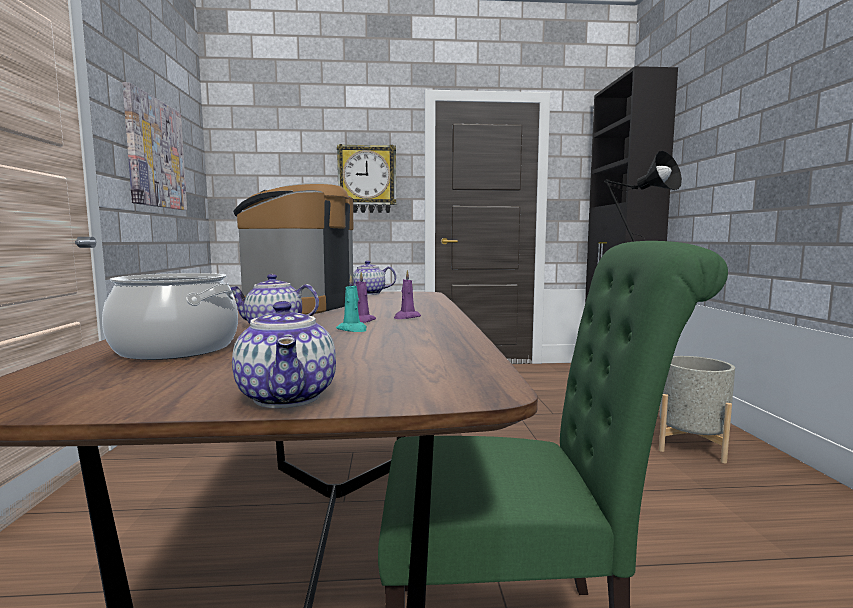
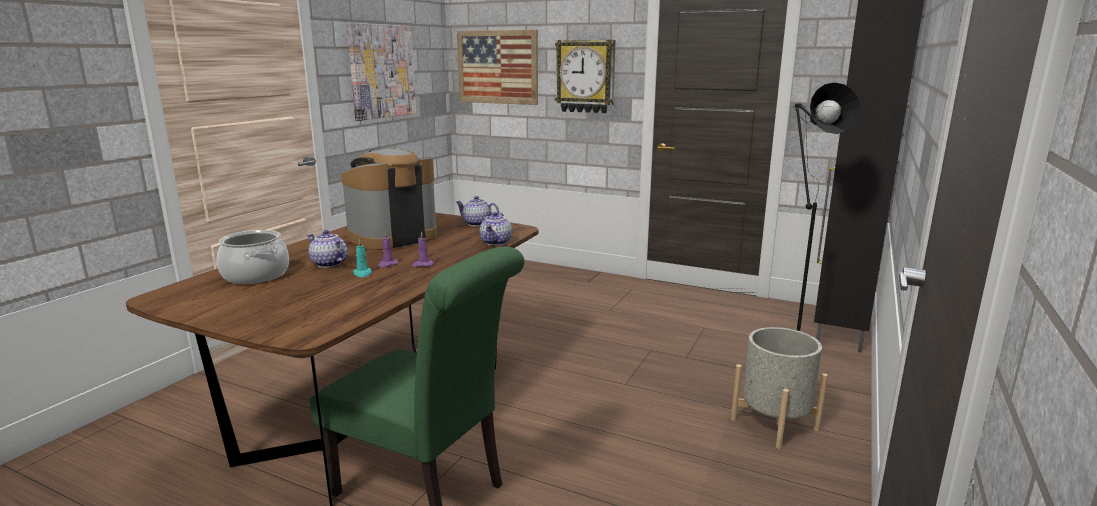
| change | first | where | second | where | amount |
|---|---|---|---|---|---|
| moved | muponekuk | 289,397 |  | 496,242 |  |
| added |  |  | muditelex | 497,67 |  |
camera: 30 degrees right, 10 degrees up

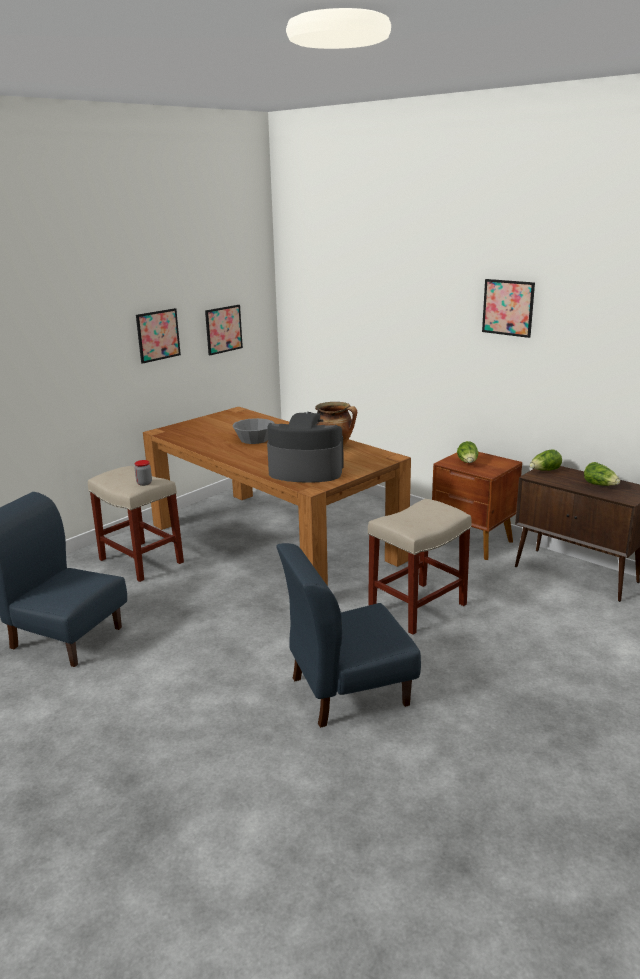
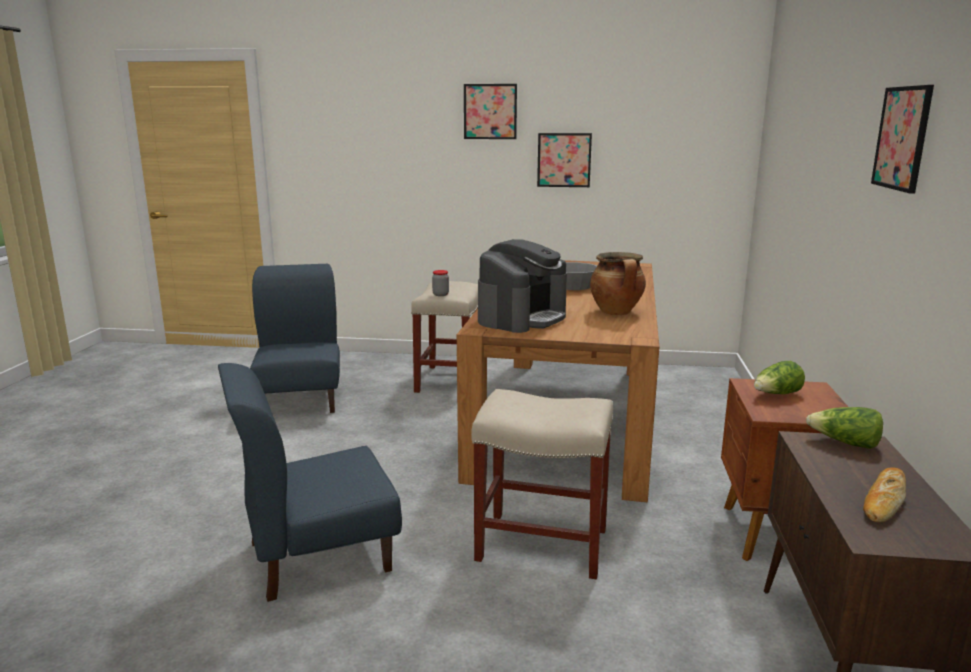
| change | first | where | second | where | amount |
|---|---|---|---|---|---|
| moved | muditelex | 223,329 |  | 490,111 |  |
| turned | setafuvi | 305,471 |  | 522,318 | 60 degrees clockwise |
| turned | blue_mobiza | 348,691 |  | 318,555 | 60 degrees counterclockwise |
| replaced | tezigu | 600,485 | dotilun | 884,500 |  |
camera: 55 degrees right, 5 degrees down

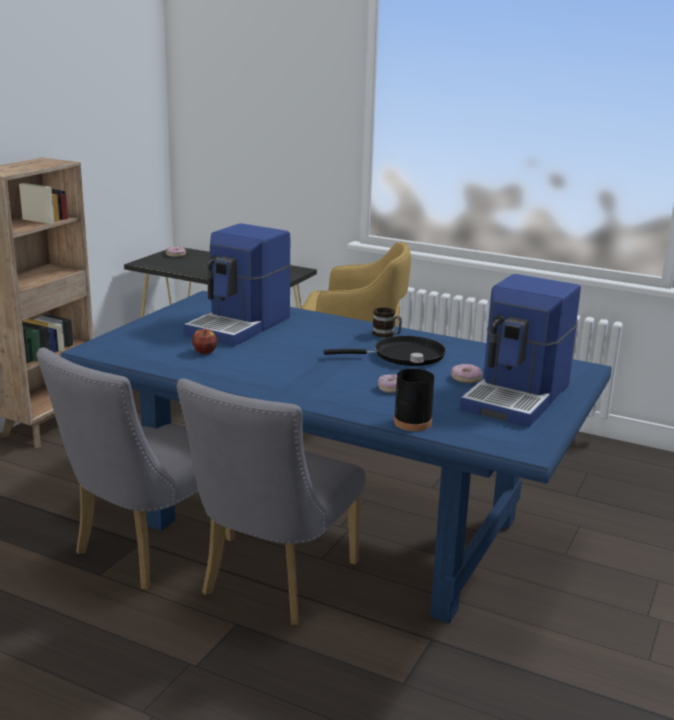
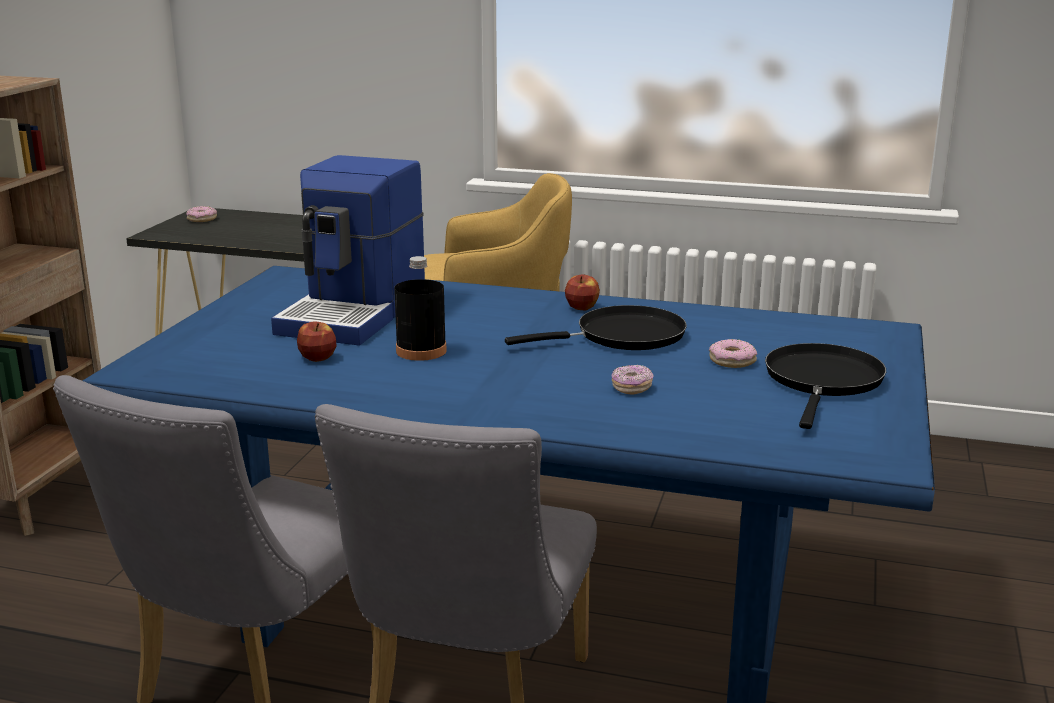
| change | first | where | second | where | amount |
|---|---|---|---|---|---|
| replaced | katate | 387,335 | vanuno | 582,307 |  |
| moved | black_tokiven | 412,422 |  | 421,351 |  |
| replaced | setafuvi | 518,397 | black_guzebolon | 822,381 |  |
camera: 10 degrees left, 0 degrees up

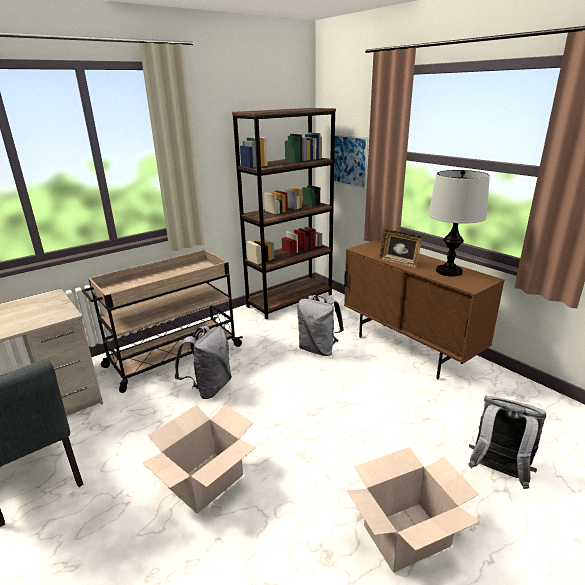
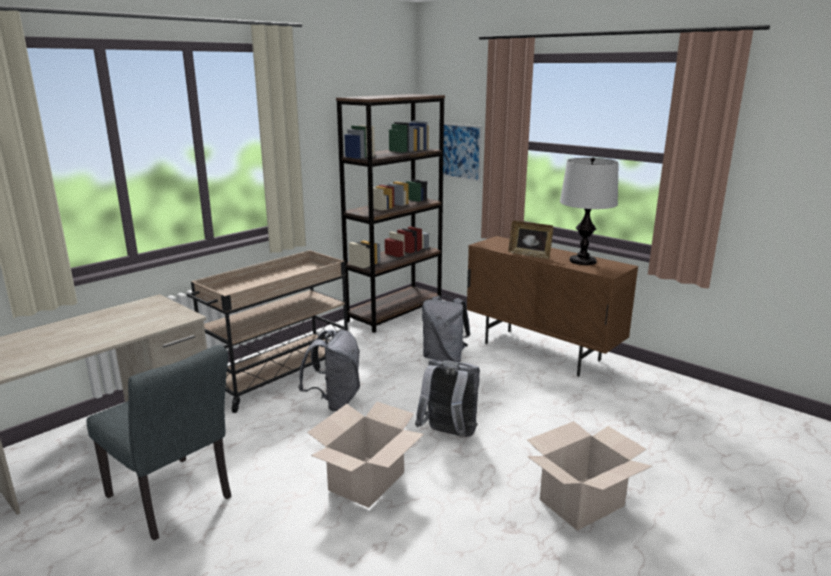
| change | first | where | second | where | amount |
|---|---|---|---|---|---|
| moved | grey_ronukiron | 497,472 |  | 448,435 |  |
camera: 10 degrees left, 5 degrees down

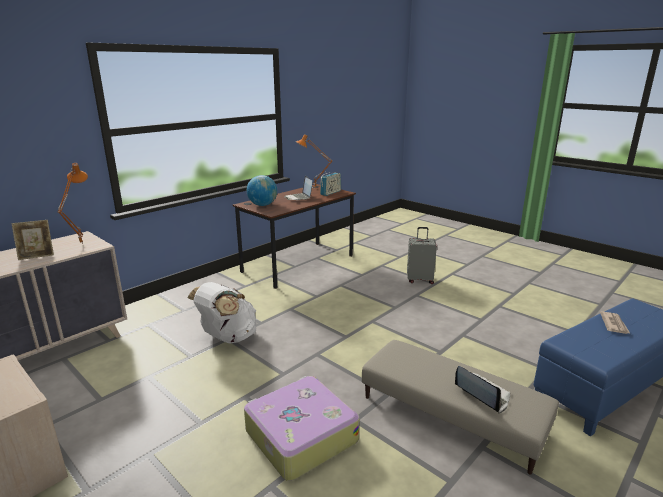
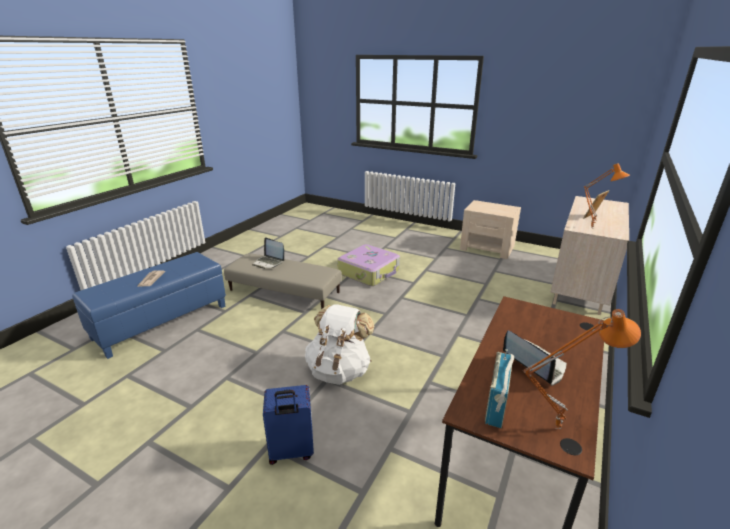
| change | first | where | second | where | amount |
|---|---|---|---|---|---|
| moved | white_ronukiron | 227,338 |  | 339,370 |  |
| removed | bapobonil | 262,205 |  |  |  |
| recoloured | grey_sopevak | 420,280 | blue_sopevak | 291,452 |  |
camera: 165 degrees right, 5 degrees up

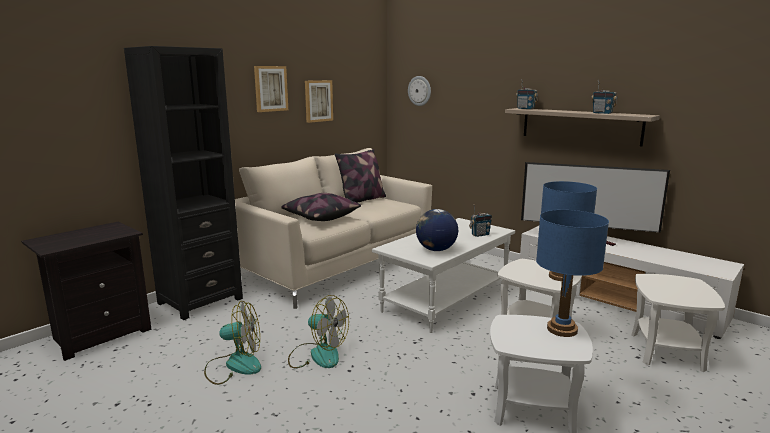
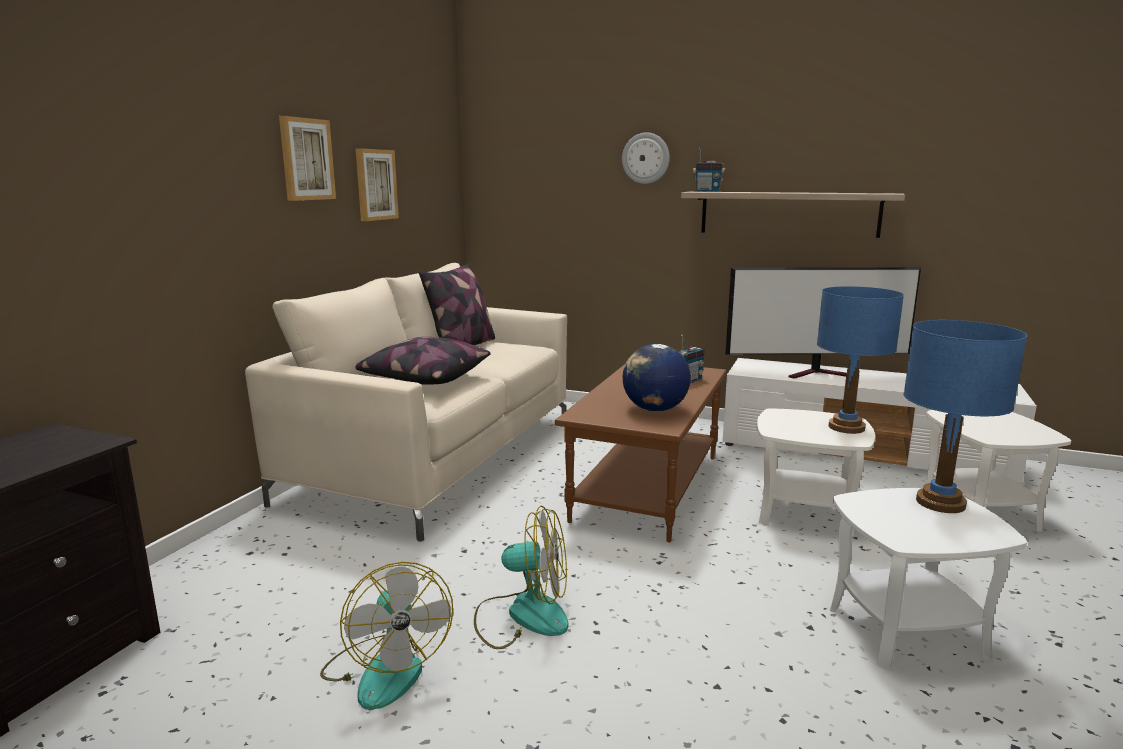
| change | first | where | second | where | amount |
|---|---|---|---|---|---|
| removed | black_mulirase | 200,301 |  |  |  |
| turned | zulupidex | 234,365 |  | 386,669 | 90 degrees clockwise |
| recoloured | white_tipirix | 445,299 | brown_tipirix | 646,486 |  |
| moved | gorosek | 419,91 |  | 645,158 |  |
| removed | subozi | 602,113 |  |  |  |
camera: 20 degrees left, 0 degrees up

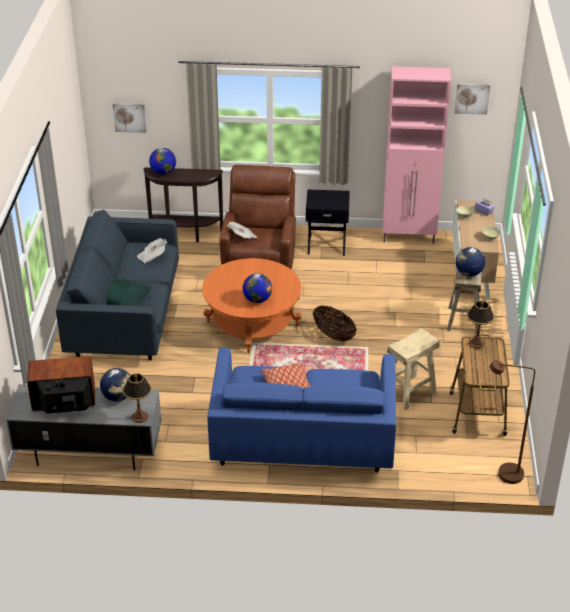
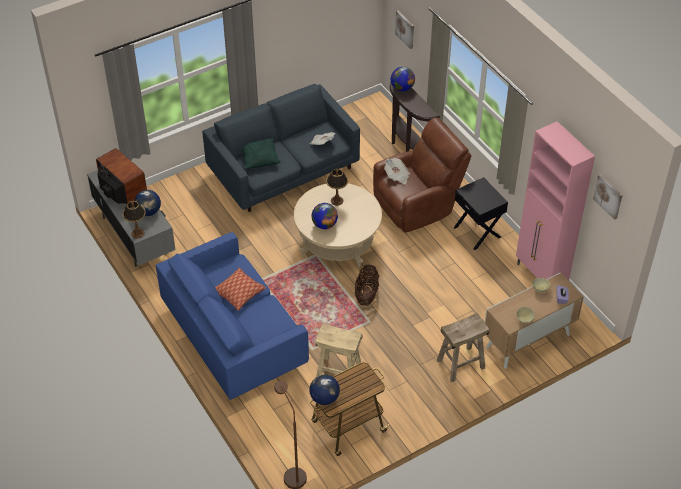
| change | first | where | second | where | amount |
|---|---|---|---|---|---|
| recoloured | orange_tipirix | 252,323 | beige_tipirix | 337,242 |  |
| moved | bapobonil | 468,273 |  | 324,398 |  |
| moved | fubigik | 477,343 |  | 337,201 |  |
camera: 55 degrees right, 10 degrees up

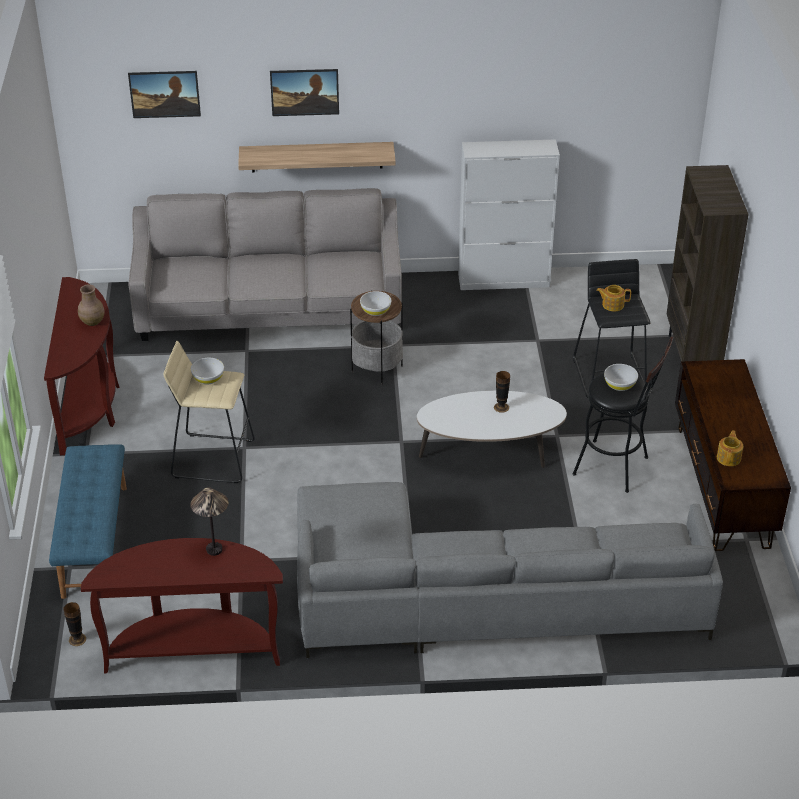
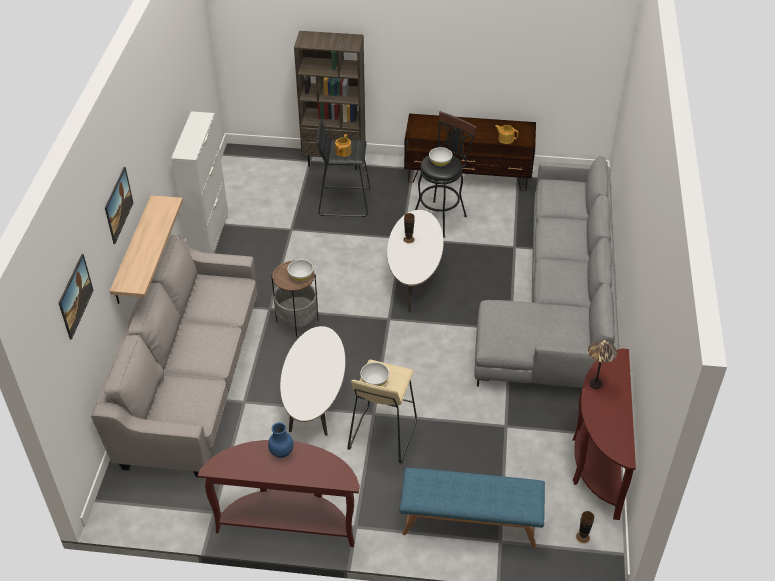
| change | first | where | second | where | amount |
|---|---|---|---|---|---|
| recoloured | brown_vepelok | 92,321 | blue_vepelok | 281,452 |  |
| added |  |  | white_tipirix | 315,400 |  |
camera: 80 degrees left, 5 degrees up

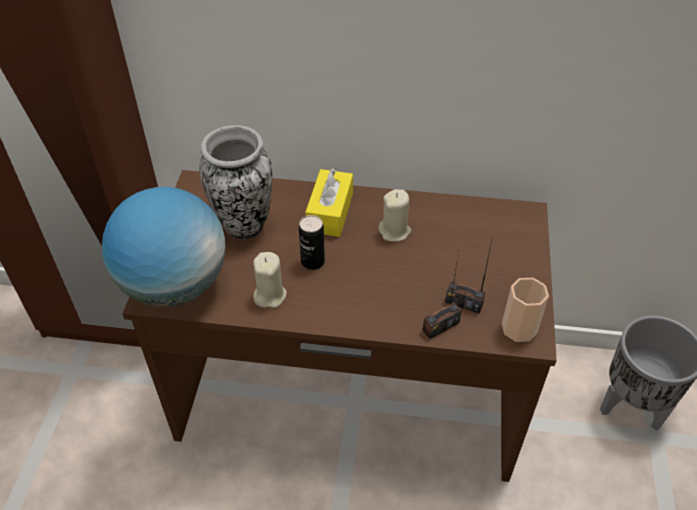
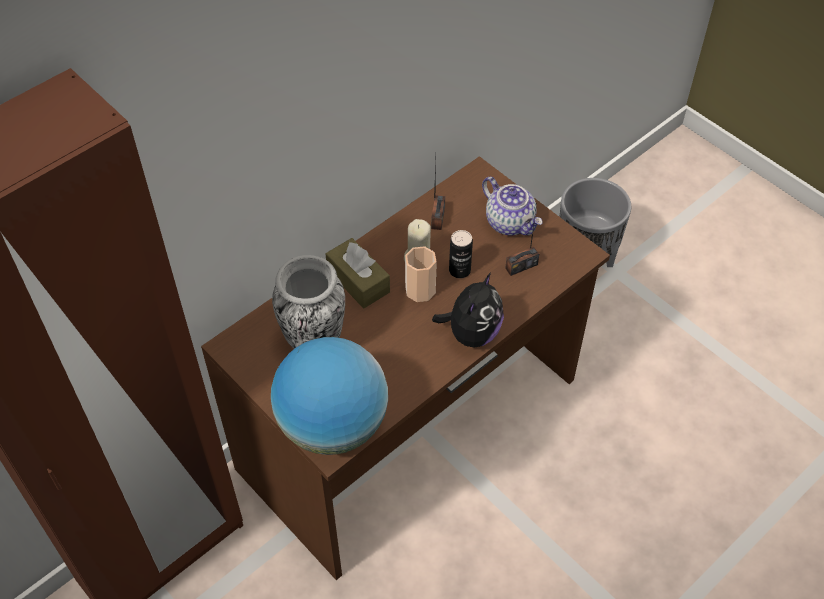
| change | first | where | second | where | amount |
|---|---|---|---|---|---|
| removed | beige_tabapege | 269,295 |  |  |  |
| moved | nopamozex | 313,261 |  | 459,270 |  |
| recoloured | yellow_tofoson | 330,212 | brown_tofoson | 358,281 |  |
| moved | subozi | 440,326 |  | 437,218 |  |
| moved | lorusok | 519,328 |  | 420,290 |  |
| added |  |  | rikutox | 471,333 |  |
| added |  |  | muponekuk | 510,222 |  |
camera: 50 degrees left, 5 degrees up

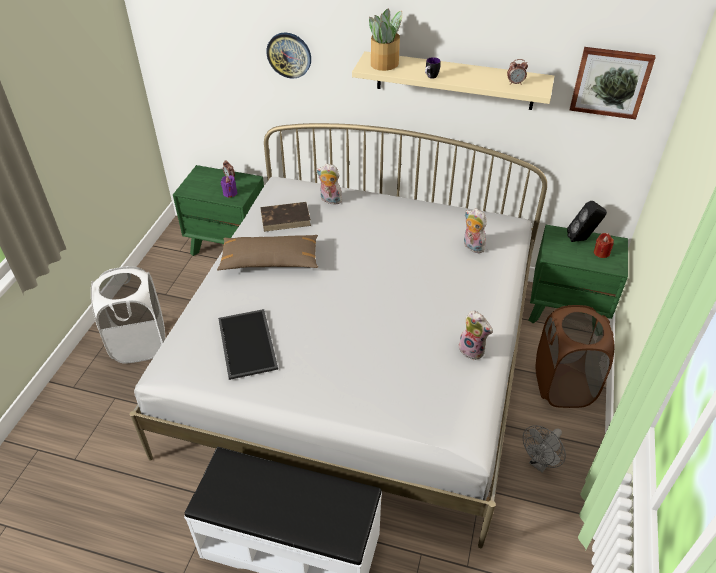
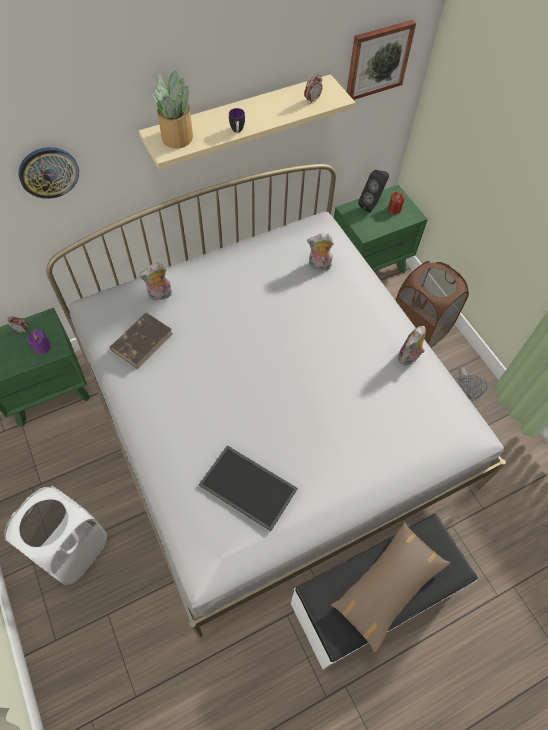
| change | first | where | second | where | amount |
|---|---|---|---|---|---|
| moved | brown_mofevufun | 270,260 |  | 388,586 |  |
| turned | rikutox | 473,350 |  | 408,358 | 135 degrees clockwise |
camera: 45 degrees left, 15 degrees up

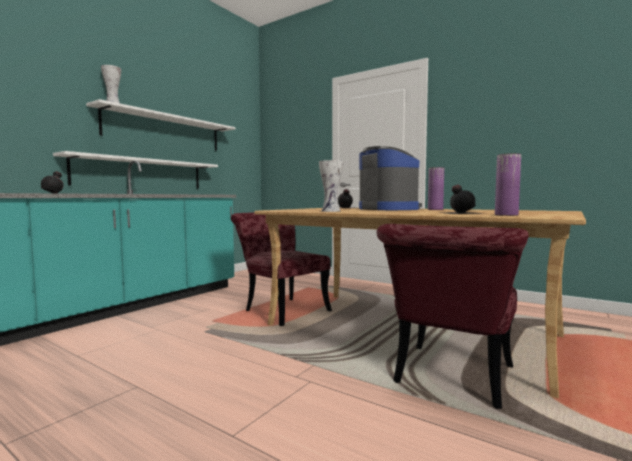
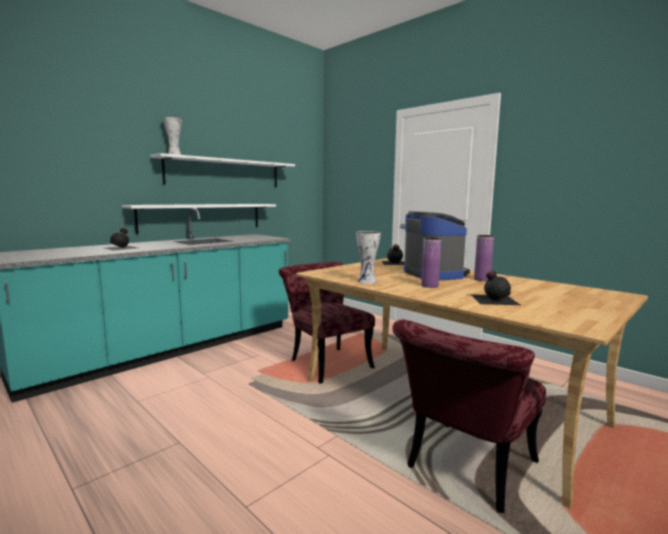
| change | first | where | second | where | amount |
|---|---|---|---|---|---|
| moved | purple_vepelok | 506,215 |  | 429,286 |  |
camera: 10 degrees right, 5 degrees up

